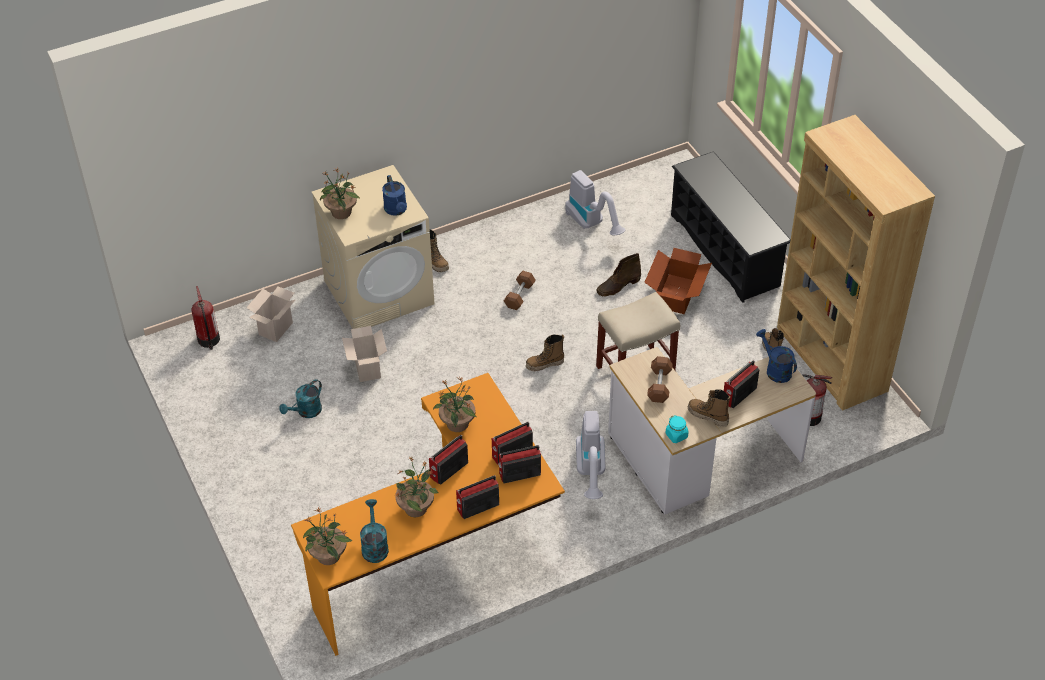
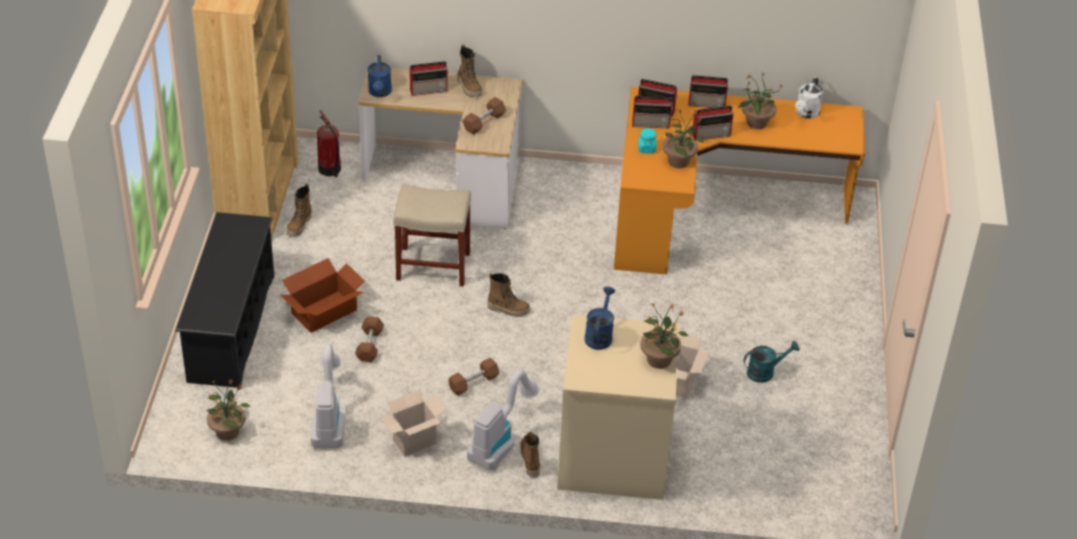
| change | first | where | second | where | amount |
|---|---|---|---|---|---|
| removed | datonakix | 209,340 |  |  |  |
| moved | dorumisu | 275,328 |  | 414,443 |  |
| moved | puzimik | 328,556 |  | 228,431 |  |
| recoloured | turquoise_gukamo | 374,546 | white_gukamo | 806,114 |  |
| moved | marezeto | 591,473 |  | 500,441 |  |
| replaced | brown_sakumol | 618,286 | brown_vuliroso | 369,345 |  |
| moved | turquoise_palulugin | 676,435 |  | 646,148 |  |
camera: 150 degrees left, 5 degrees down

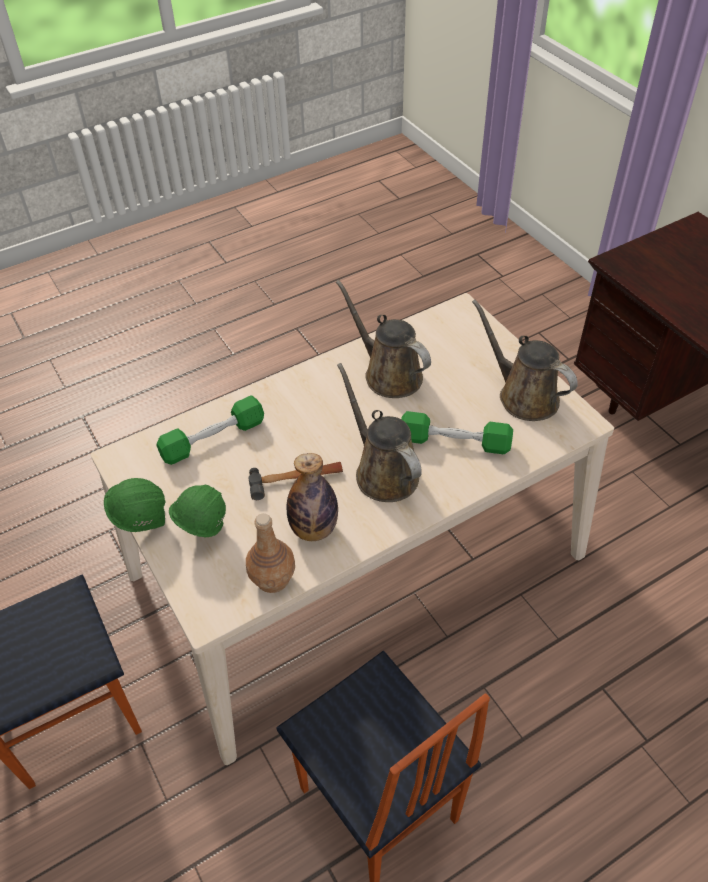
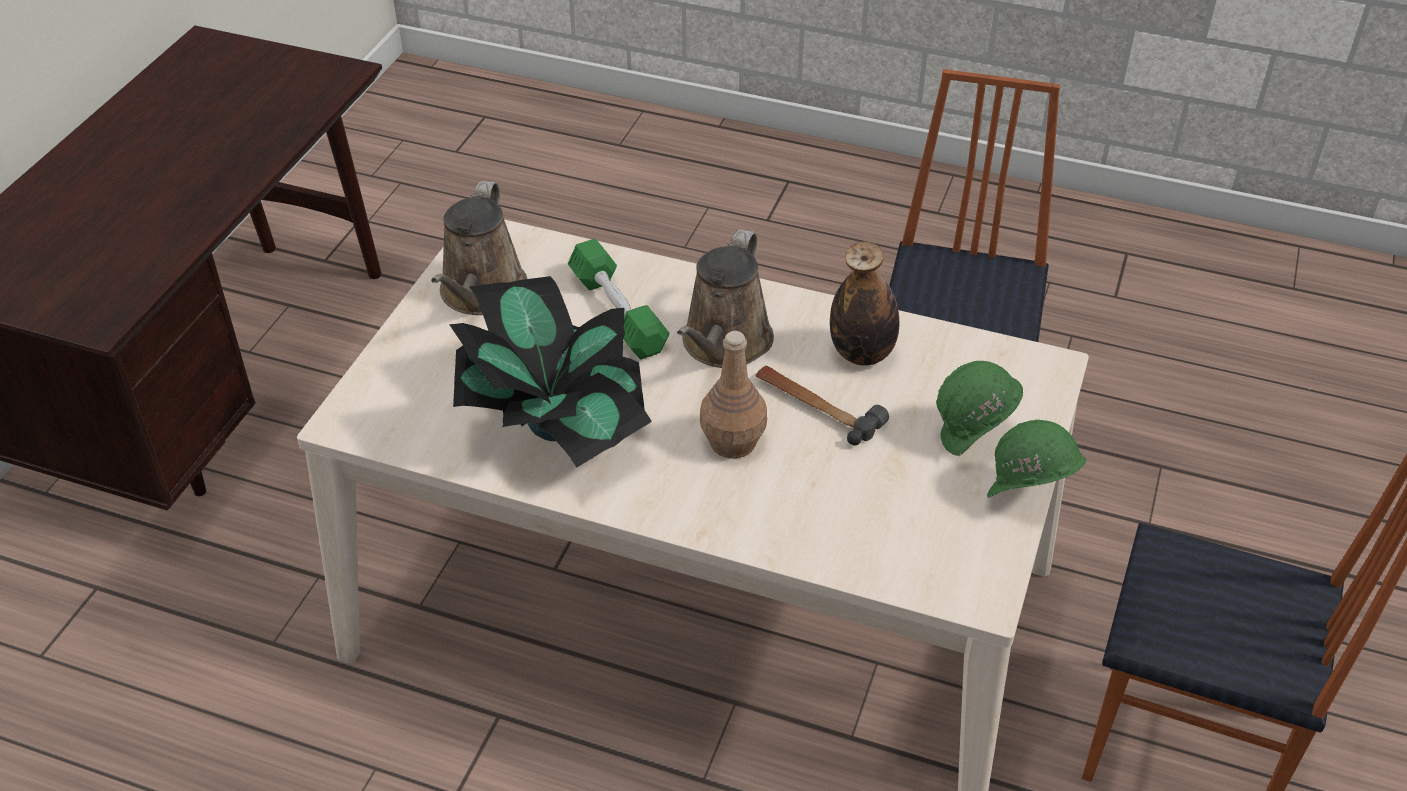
| change | first | where | second | where | amount |
|---|---|---|---|---|---|
| removed | green_vuliroso | 213,439 |  |  |  |
| moved | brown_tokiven | 273,578 |  | 732,442 |  |
| replaced | brown_gukamo | 388,374 | puzimik | 554,425 |  |
camera: 130 degrees left, 5 degrees down

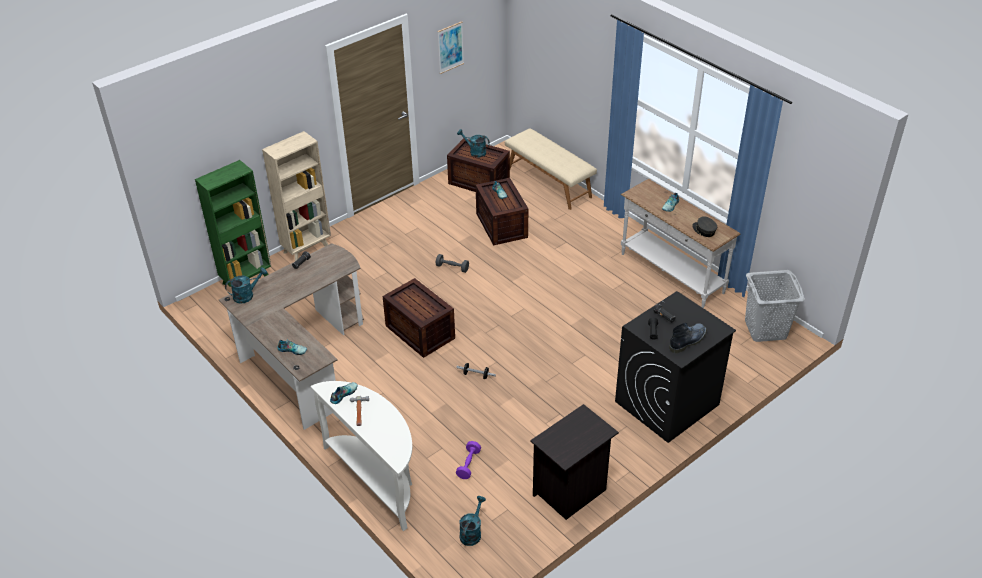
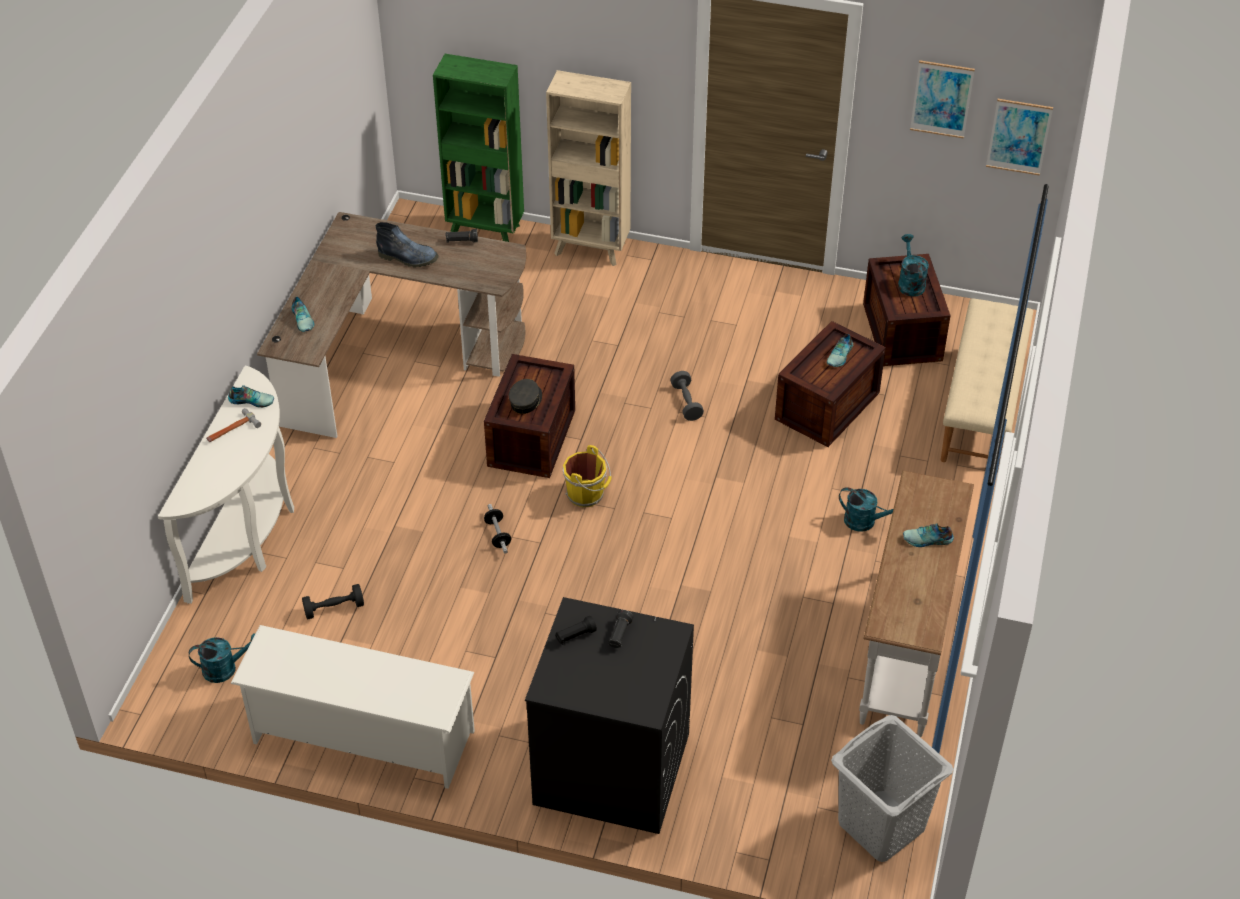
| change | first | where | second | where | amount |
|---|---|---|---|---|---|
| moved | turquoise_gukamo | 247,295 |  | 865,522 |  |
| recoloured | purple_vuliroso | 468,464 | black_vuliroso | 334,608 |  |
| replaced | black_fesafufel | 571,492 | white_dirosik | 362,737 |  |
| moved | sakumol | 688,340 |  | 409,258 |  |
| moved | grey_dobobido | 704,230 |  | 526,401 |  |
| added |  |  | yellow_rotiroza | 587,494 |  |
| added |  |  | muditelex | 1019,136 |  |
camera: 55 degrees right, 5 degrees up

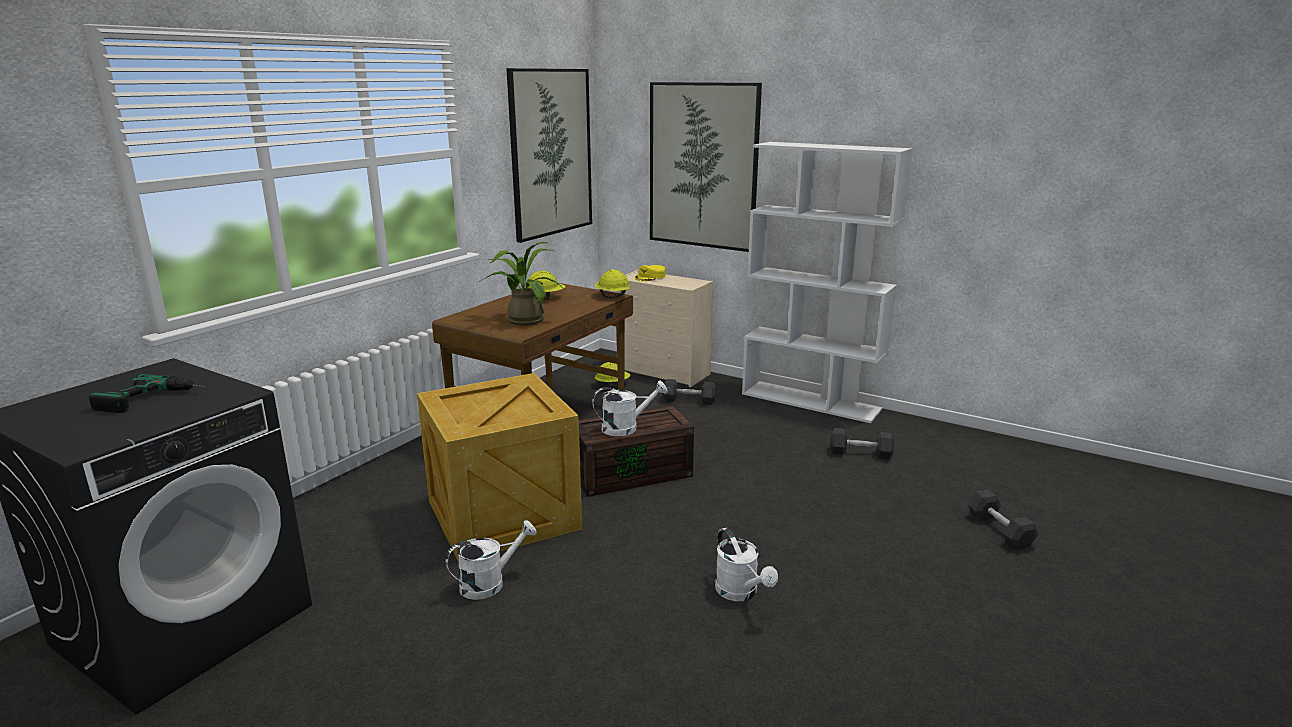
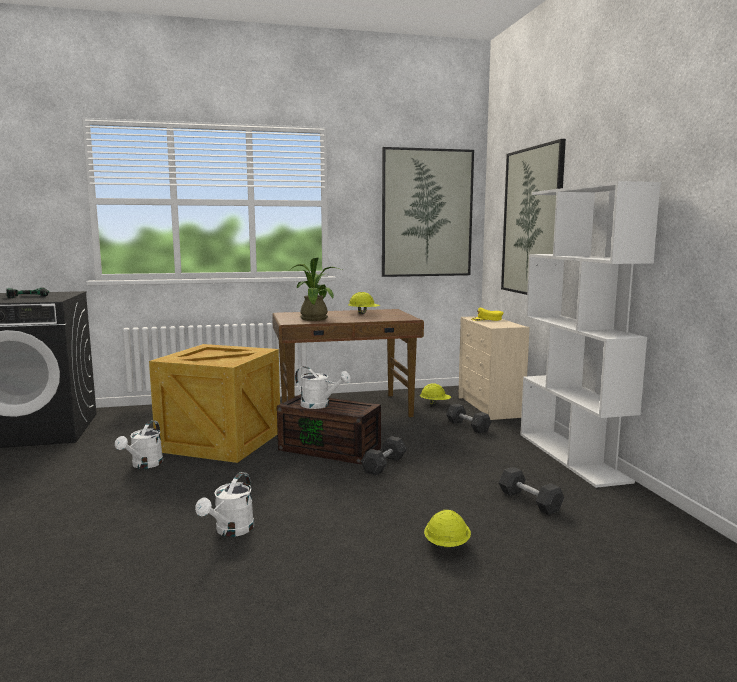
| change | first | where | second | where | amount |
|---|---|---|---|---|---|
| turned | white_gukamo | 490,583 |  | 144,465 | 90 degrees clockwise |
| moved | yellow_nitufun | 612,296 |  | 446,546 |  |
| moved | grey_vuliroso | 999,530 |  | 384,465 |  |
camera: 45 degrees right, 10 degrees down

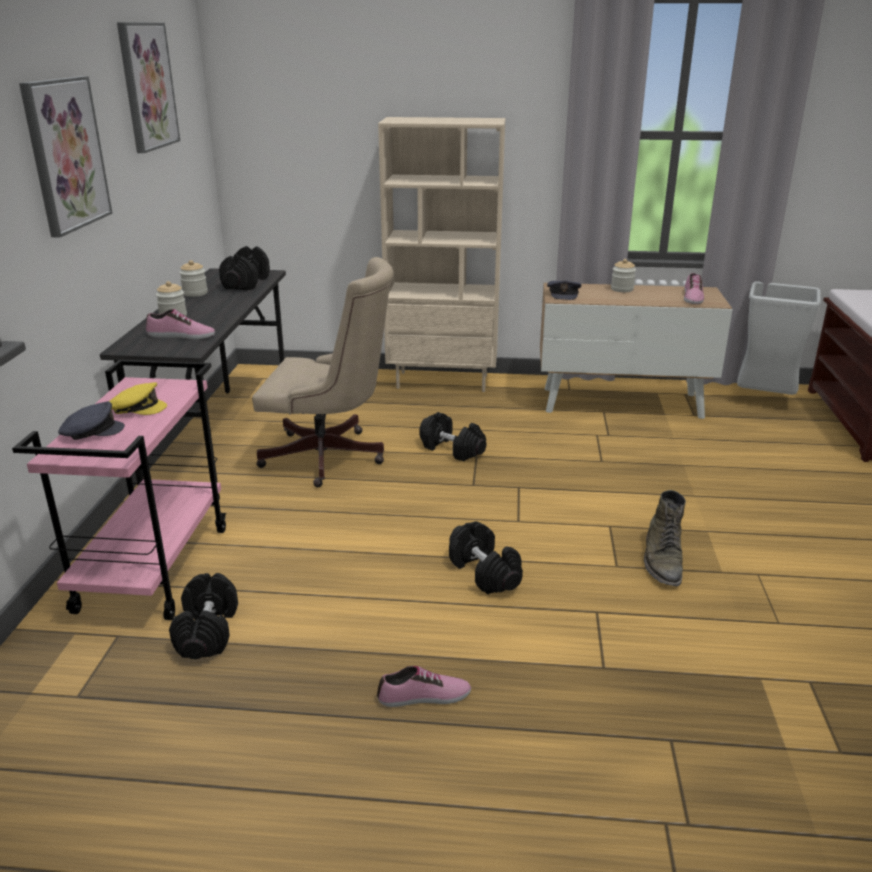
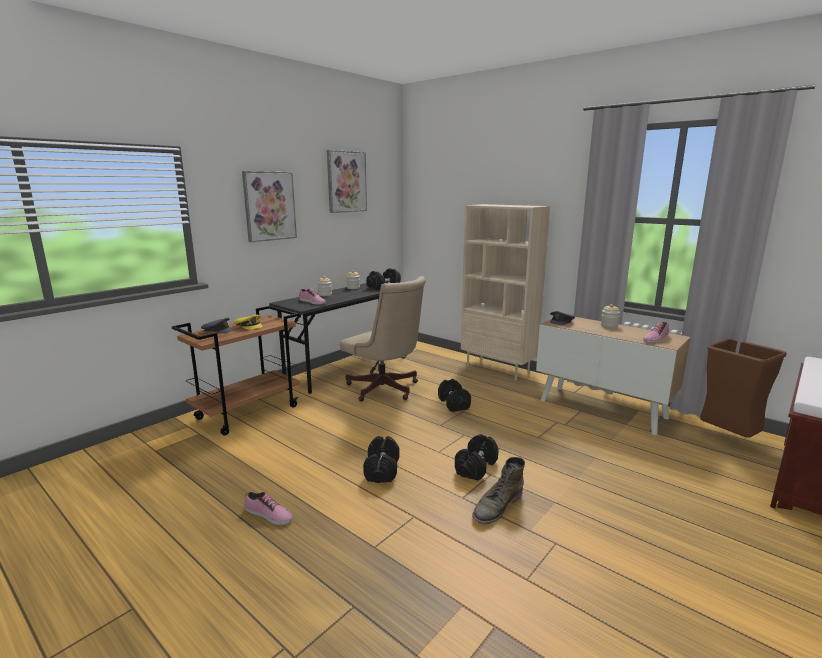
| change | first | where | second | where | amount |
|---|---|---|---|---|---|
| recoloured | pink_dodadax | 153,568 | brown_dodadax | 248,412 |  |
| moved | black_vuliroso | 207,631 |  | 476,467 |  |
| recoloured | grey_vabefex | 764,401 | brown_vabefex | 728,438 |  |
camera: 35 degrees right, 10 degrees down

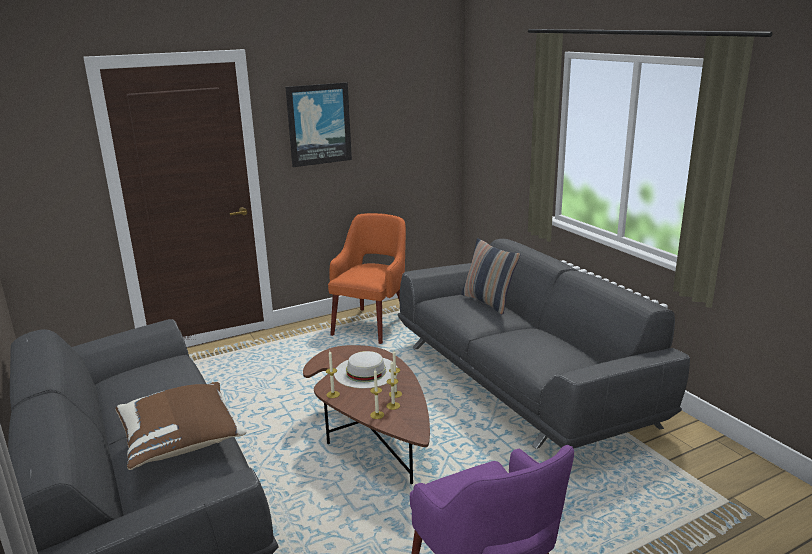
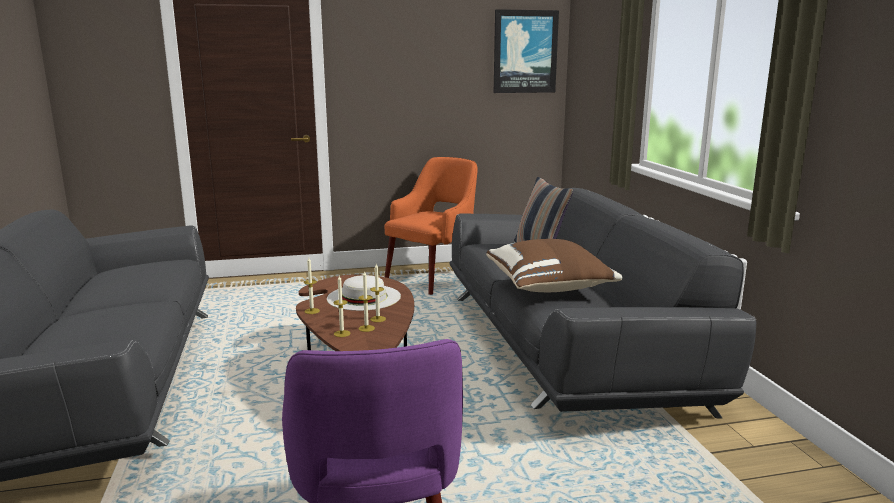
| change | first | where | second | where | amount |
|---|---|---|---|---|---|
| moved | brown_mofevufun | 182,441 |  | 550,287 |  |
| moved | muditelex | 319,124 |  | 525,52 |  |
camera: 15 degrees right, 5 degrees down

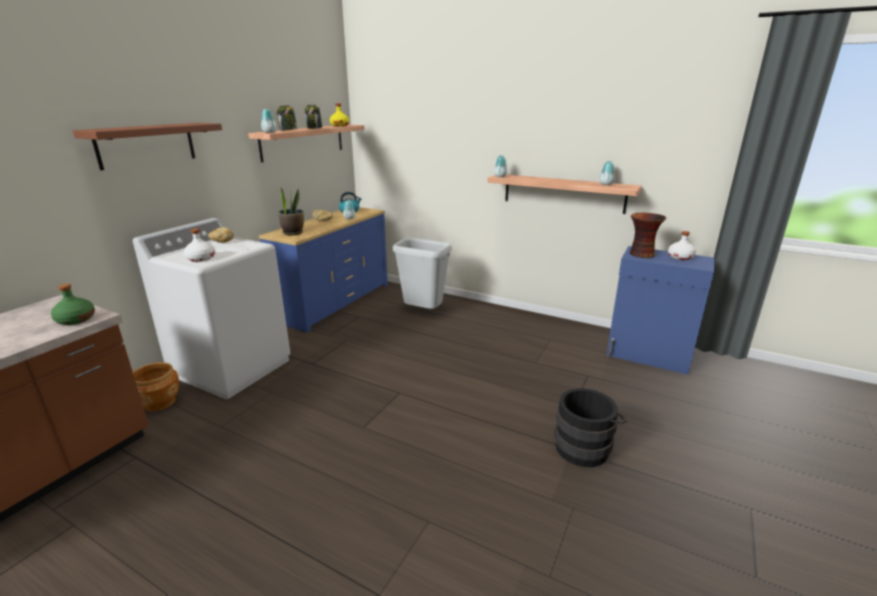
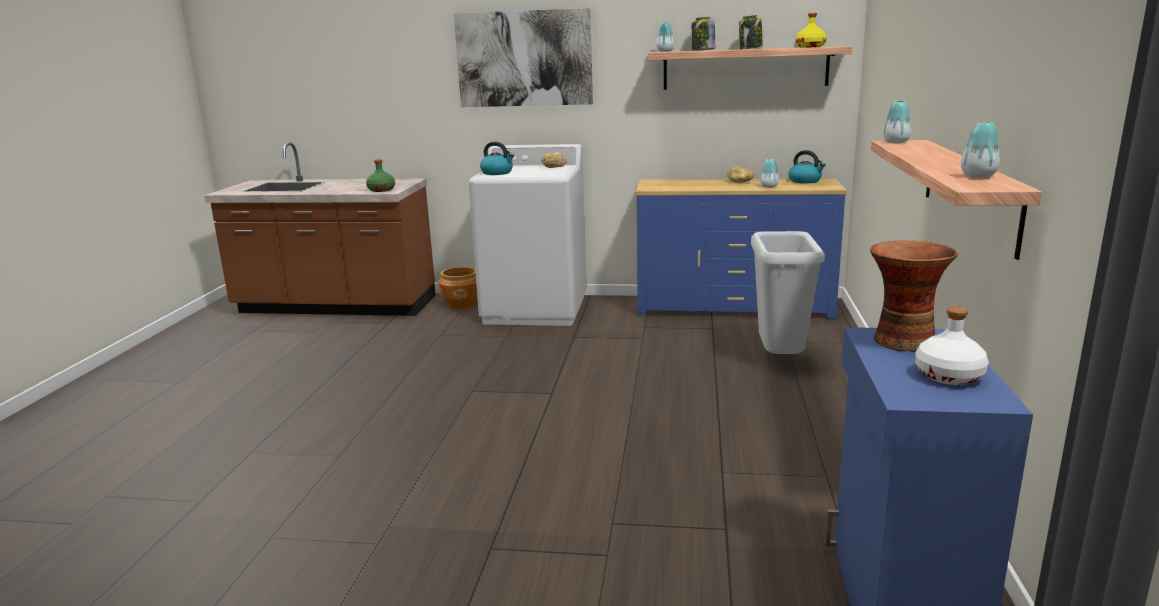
| change | first | where | second | where | amount |
|---|---|---|---|---|---|
| replaced | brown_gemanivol | 146,145 | muditelex | 524,59 |  |
| replaced | white_tokiven | 200,258 | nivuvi | 497,173 |  |
| removed | puzimik | 293,233 |  |  |  |
| removed | black_rotiroza | 584,445 |  |  |  |
camera: 70 degrees right, 5 degrees down

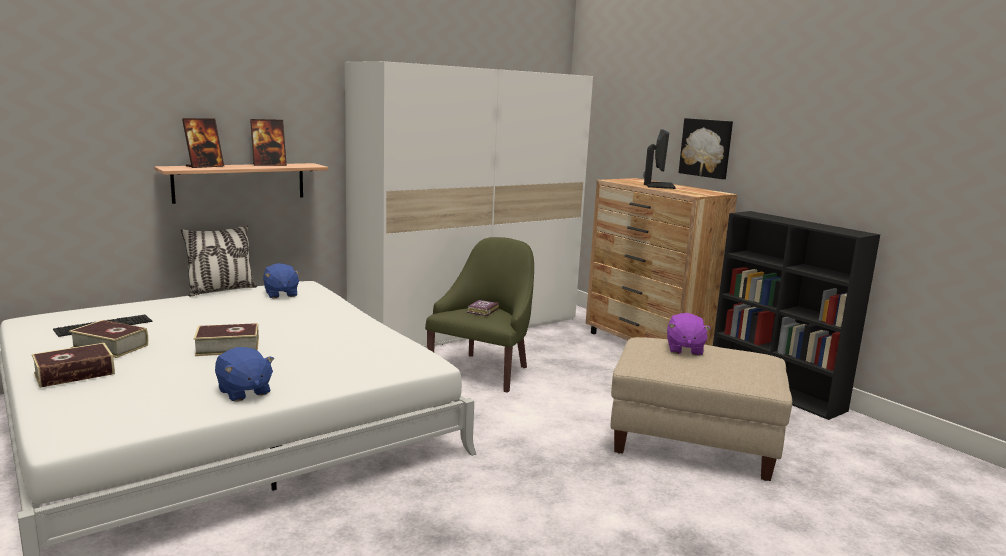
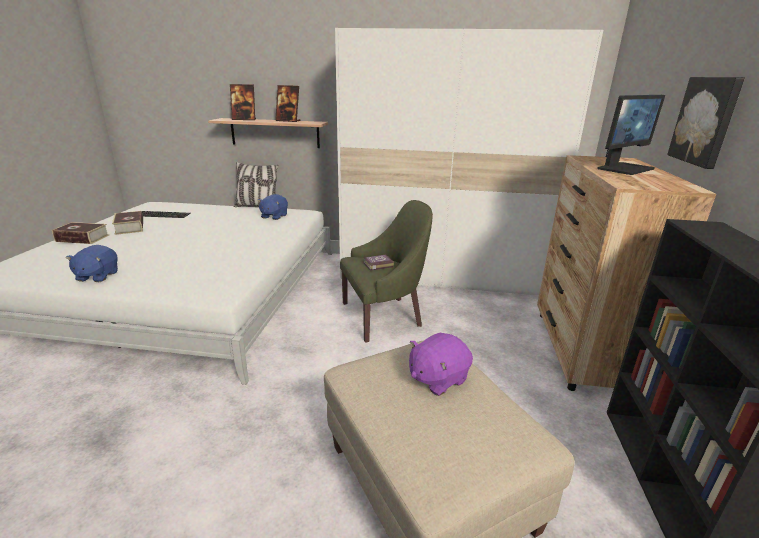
| change | first | where | second | where | amount |
|---|---|---|---|---|---|
| removed | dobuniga | 227,347 |  |  |  |
camera: 45 degrees right, 10 degrees up

